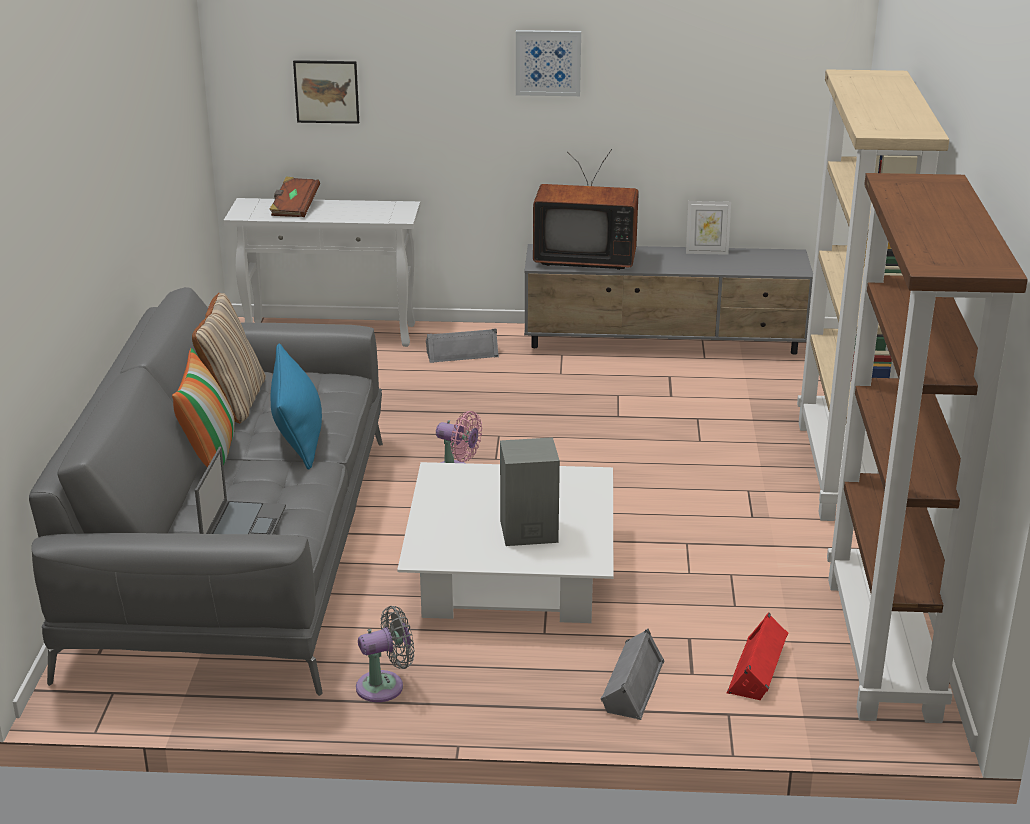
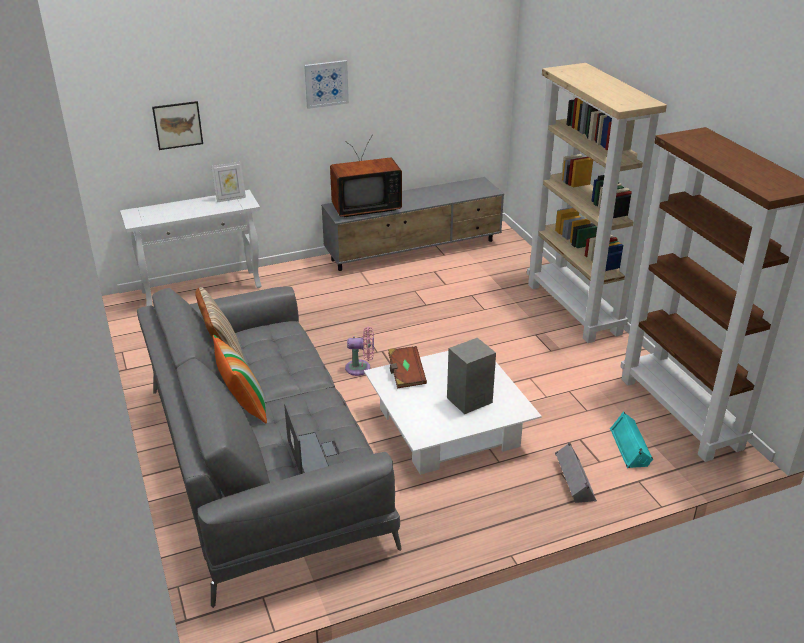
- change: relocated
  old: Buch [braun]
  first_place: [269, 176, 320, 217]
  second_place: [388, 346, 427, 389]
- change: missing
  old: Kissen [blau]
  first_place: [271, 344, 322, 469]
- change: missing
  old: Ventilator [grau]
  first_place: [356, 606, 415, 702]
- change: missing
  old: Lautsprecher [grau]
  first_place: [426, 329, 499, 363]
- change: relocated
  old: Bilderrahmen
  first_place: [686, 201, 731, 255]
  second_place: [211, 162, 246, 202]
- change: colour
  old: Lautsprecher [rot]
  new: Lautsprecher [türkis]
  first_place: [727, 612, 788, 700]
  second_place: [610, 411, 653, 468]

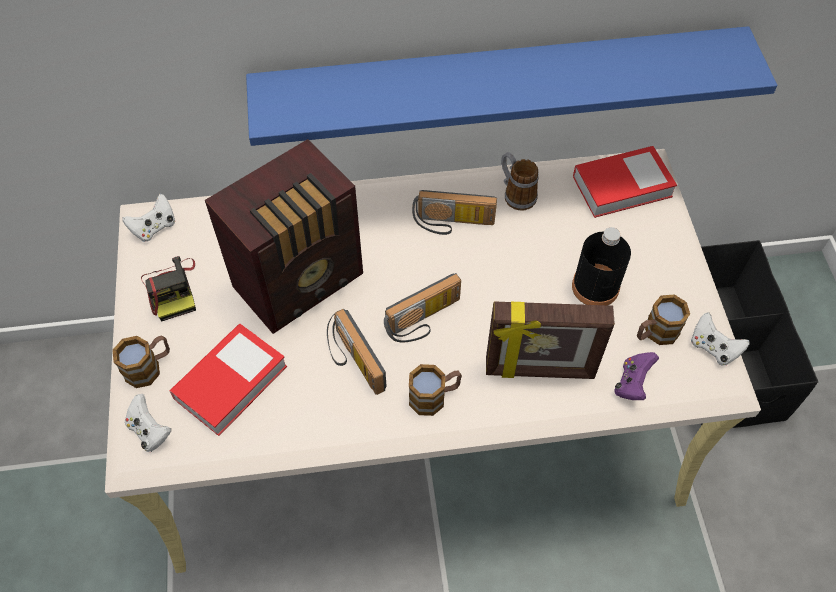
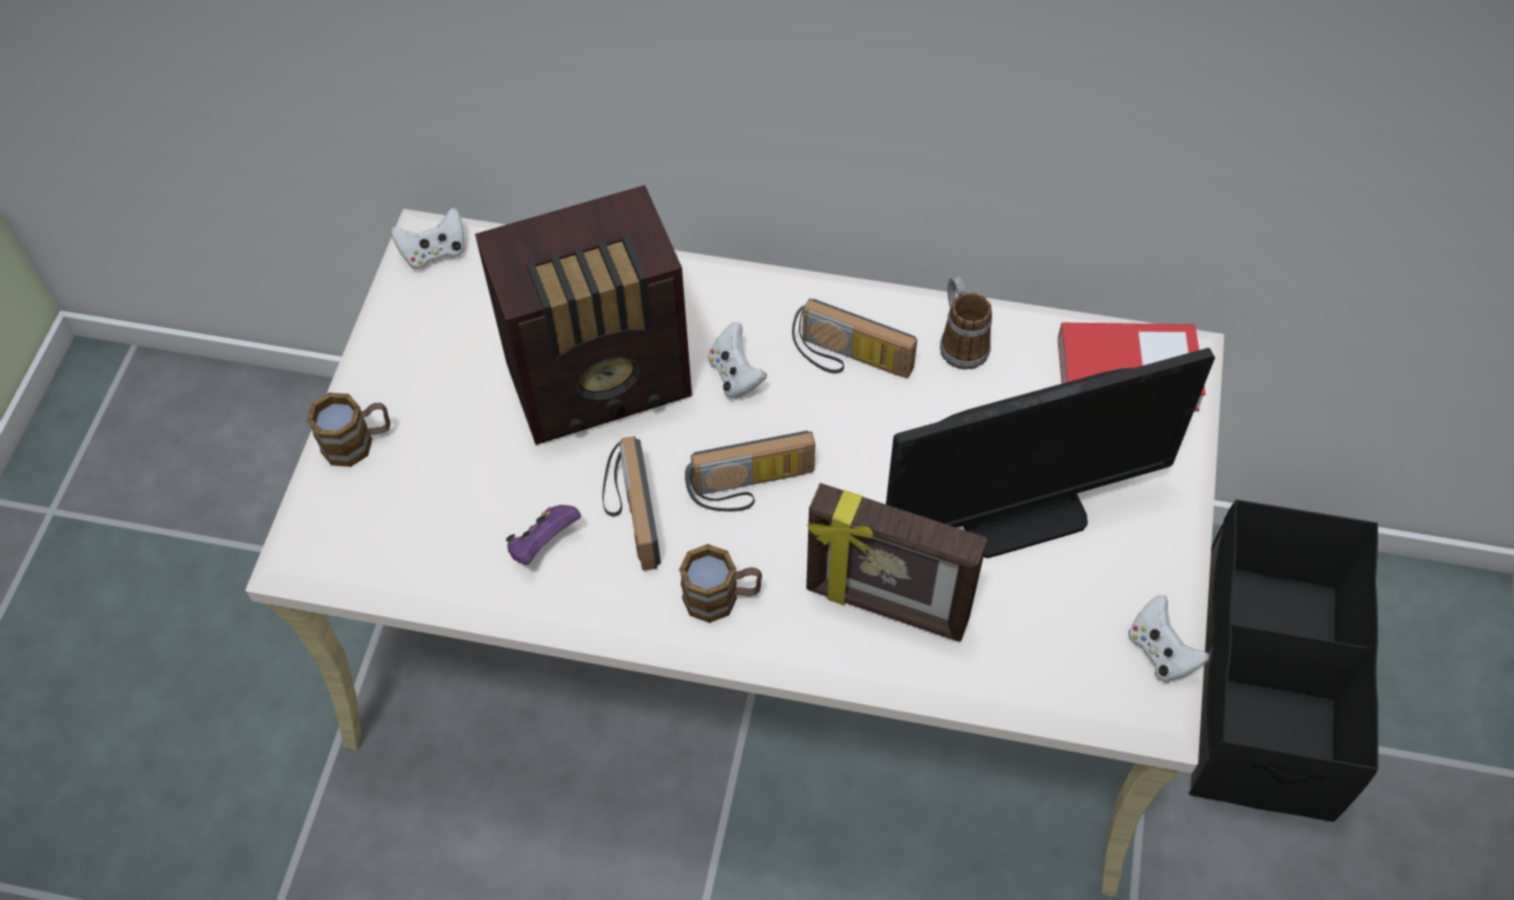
- change: relocated
  old: Gamepad [weiß]
  first_place: [125, 394, 171, 452]
  second_place: [708, 322, 767, 399]
- change: missing
  old: Kamera
  first_place: [141, 256, 196, 321]
- change: missing
  old: Buch
  first_place: [170, 323, 287, 436]
- change: missing
  old: Wandregal [blau]
  first_place: [246, 26, 777, 146]
- change: exchanged
  old: Flasche [schwarz]
  new: Monitor
  first_place: [572, 227, 631, 305]
  second_place: [886, 348, 1215, 558]
- change: relocated
  old: Gamepad [lila]
  first_place: [614, 352, 659, 400]
  second_place: [506, 505, 581, 565]
- change: missing
  old: Henkelbecher
  first_place: [637, 294, 690, 345]

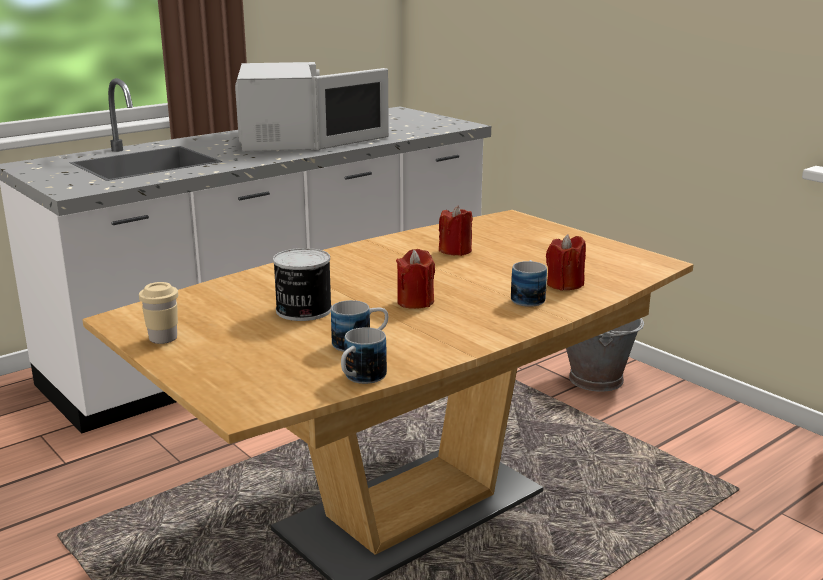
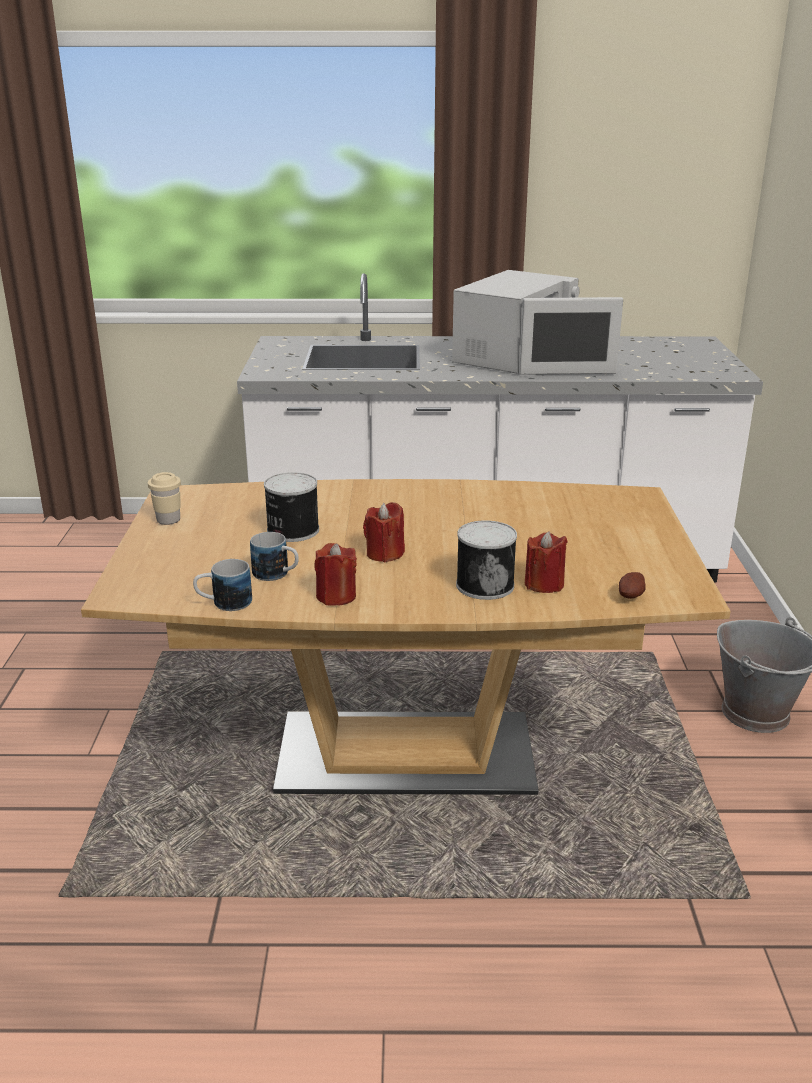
- change: relocated
  old: Kerze [rot]
  first_place: [439, 205, 473, 256]
  second_place: [314, 543, 357, 606]
- change: exchanged
  old: Henkelbecher
  new: Dose
  first_place: [511, 260, 547, 307]
  second_place: [456, 520, 517, 600]
- change: appeared
  new: Kartoffel
  second_place: [619, 572, 646, 599]

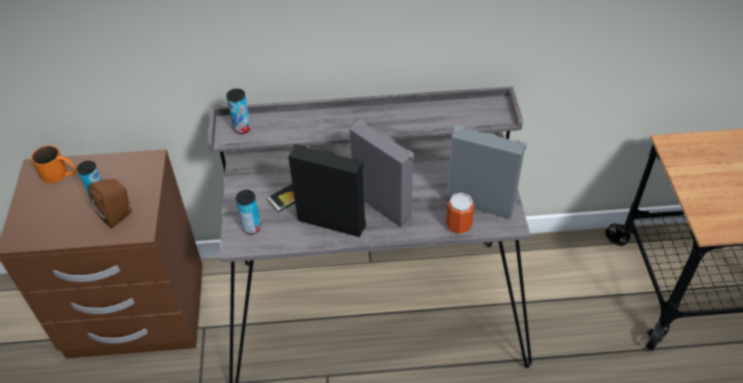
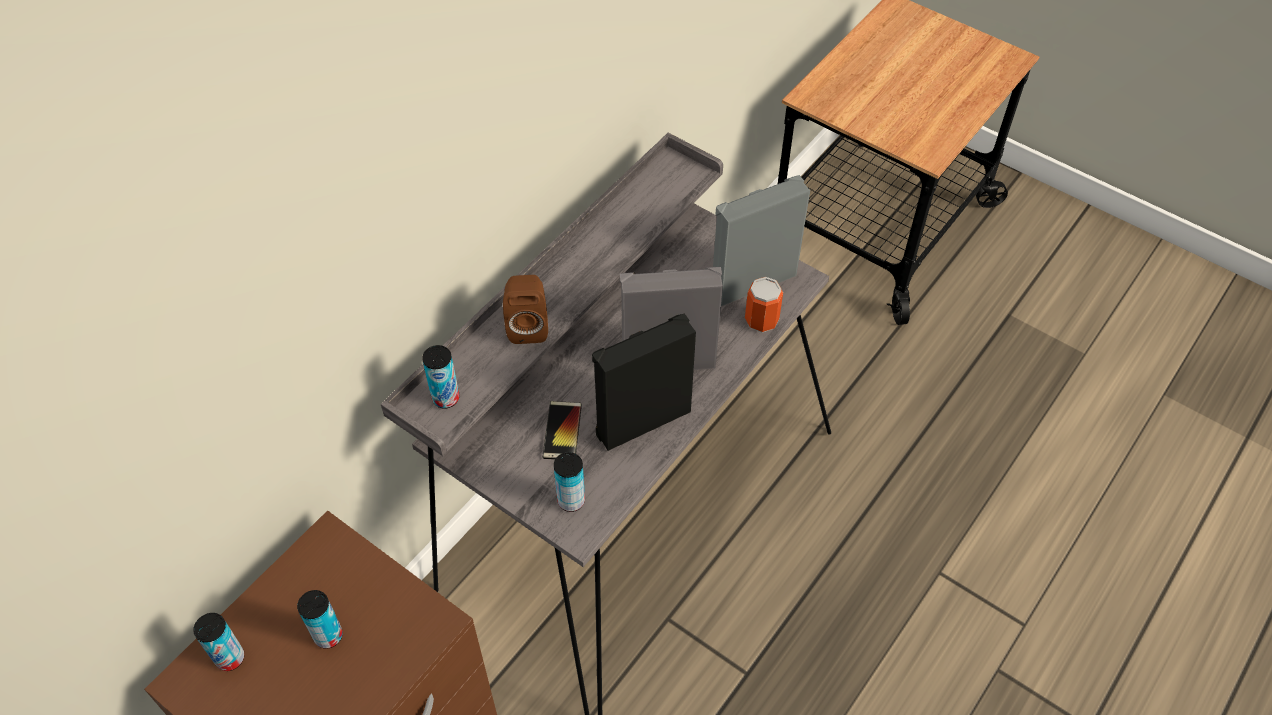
- change: exchanged
  old: Henkelbecher [orange]
  new: Dose
  first_place: [31, 145, 77, 183]
  second_place: [193, 613, 244, 671]
- change: relocated
  old: Lautsprecher [braun]
  first_place: [89, 179, 132, 228]
  second_place: [503, 275, 548, 344]

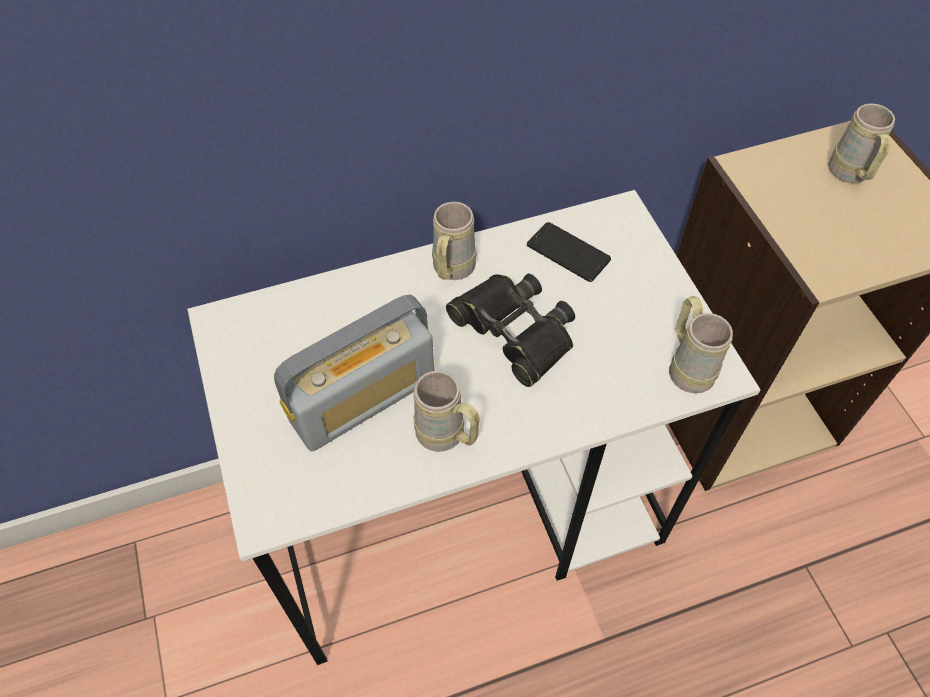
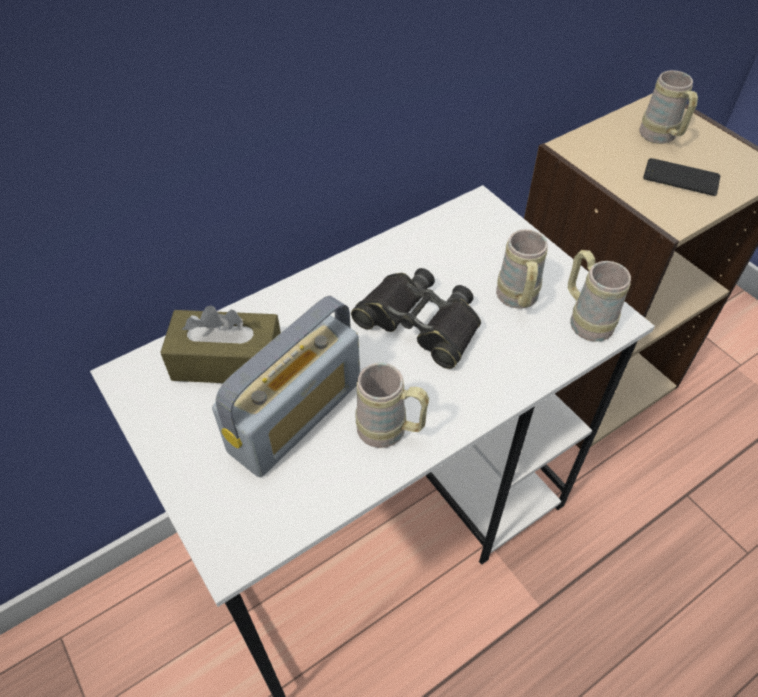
- change: relocated
  old: Henkelbecher [beige]
  first_place: [432, 202, 476, 280]
  second_place: [496, 229, 548, 309]
- change: relocated
  old: Handy
  first_place: [527, 222, 611, 282]
  second_place: [643, 158, 720, 196]
- change: appeared
  new: Taschentuchbox [braun]
  second_place: [160, 305, 281, 383]

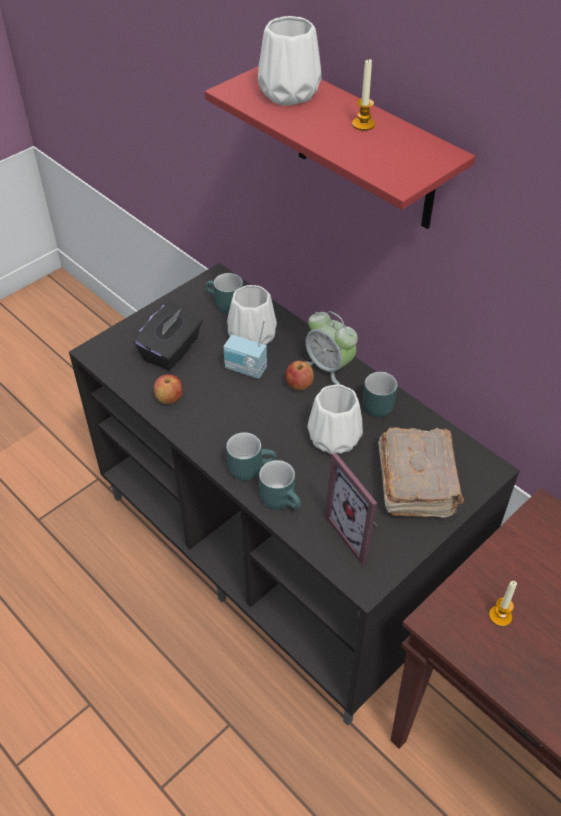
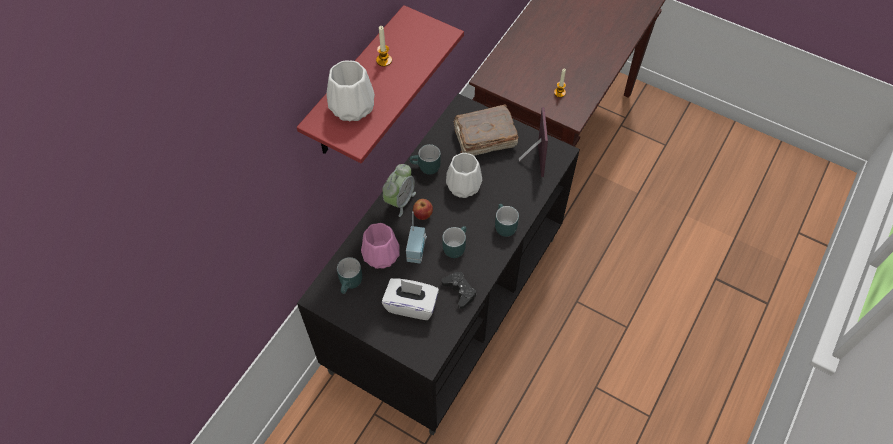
- change: colour
  old: Taschentuchbox [schwarz]
  new: Taschentuchbox [weiß]
  first_place: [134, 301, 202, 370]
  second_place: [382, 278, 439, 320]
- change: exchanged
  old: Apfel
  new: Gamepad [schwarz]
  first_place: [154, 374, 183, 404]
  second_place: [442, 272, 476, 309]
- change: colour
  old: Vase [weiß]
  new: Vase [rosa]
  first_place: [227, 285, 277, 345]
  second_place: [361, 223, 399, 269]
- change: relocated
  old: Henkelbecher [türkis]
  first_place: [259, 460, 301, 510]
  second_place: [442, 226, 467, 258]
- change: spun
  old: Bilderrahmen
  first_place: [325, 453, 377, 566]
  second_place: [519, 107, 548, 177]
  degrees: -45

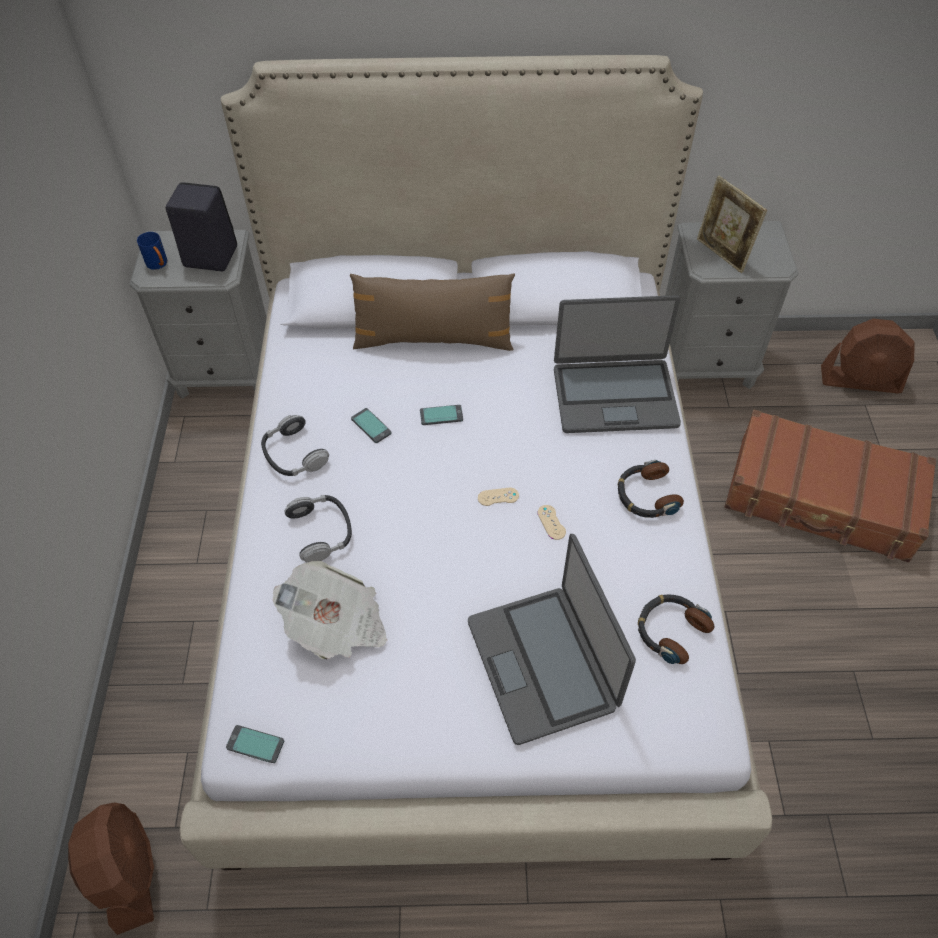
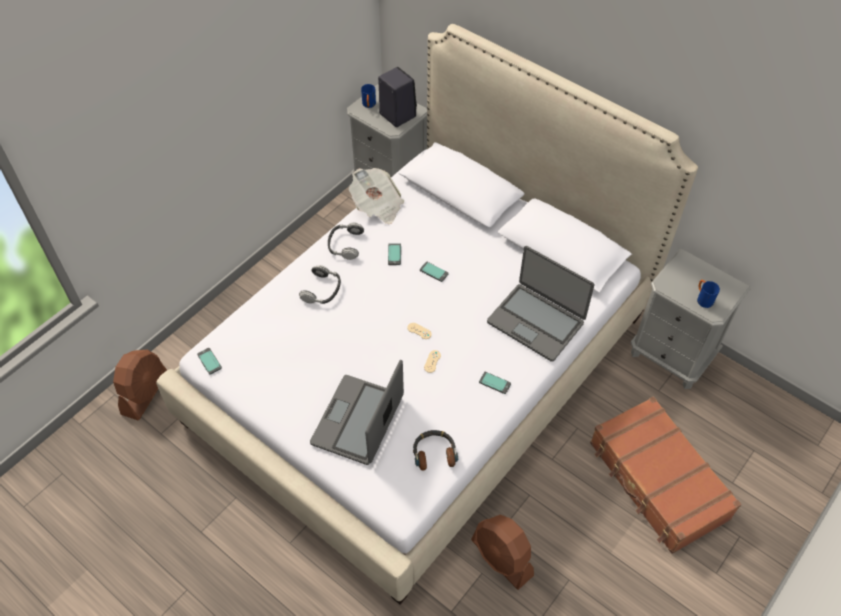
- change: relocated
  old: Zeitung
  first_place: [273, 561, 387, 660]
  second_place: [349, 168, 404, 224]
- change: missing
  old: Kissen [braun]
  first_place: [350, 273, 515, 351]
- change: exchanged
  old: Kopfhörer
  new: Handy
  first_place: [618, 460, 684, 518]
  second_place: [479, 372, 511, 394]
- change: missing
  old: Bilderrahmen
  first_place: [697, 176, 767, 273]
- change: relocated
  old: Ventilator [braun]
  first_place: [821, 319, 915, 393]
  second_place: [471, 515, 534, 590]
- change: appeared
  new: Henkelbecher [blau]
  second_place: [697, 280, 720, 308]

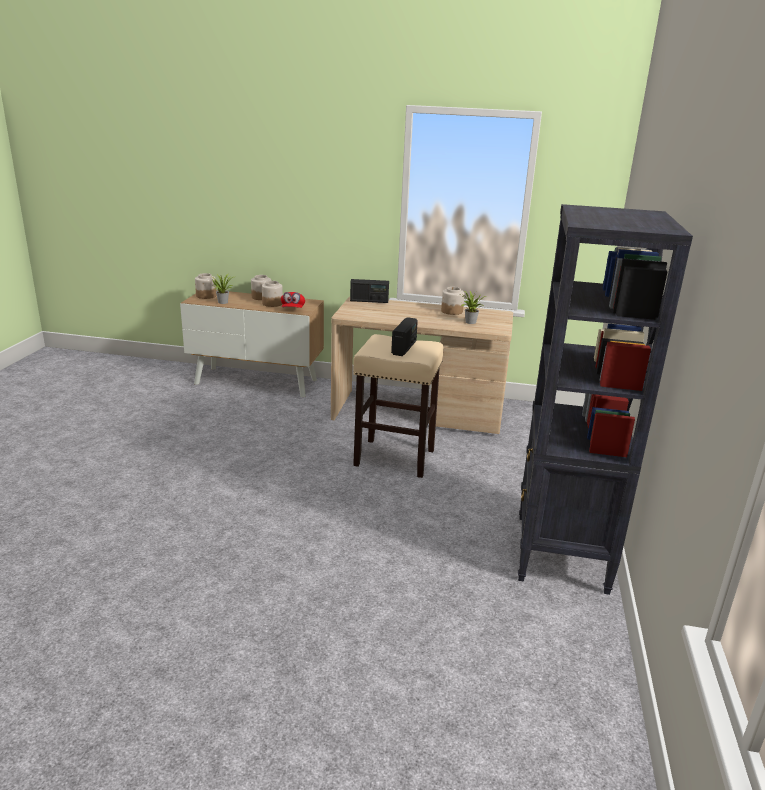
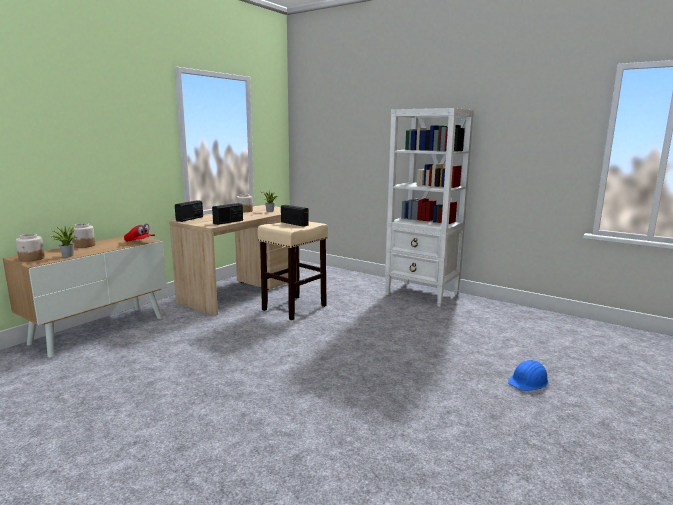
- change: missing
  old: Vorratsglas
  first_place: [262, 281, 283, 307]
- change: colour
  old: Bücherregal [schwarz]
  new: Bücherregal [weiß]
  first_place: [518, 204, 693, 595]
  second_place: [385, 108, 474, 307]
- change: appeared
  new: Radio
  second_place: [212, 203, 243, 225]
- change: appeared
  new: Schutzhelm [blau]
  second_place: [508, 360, 549, 391]

